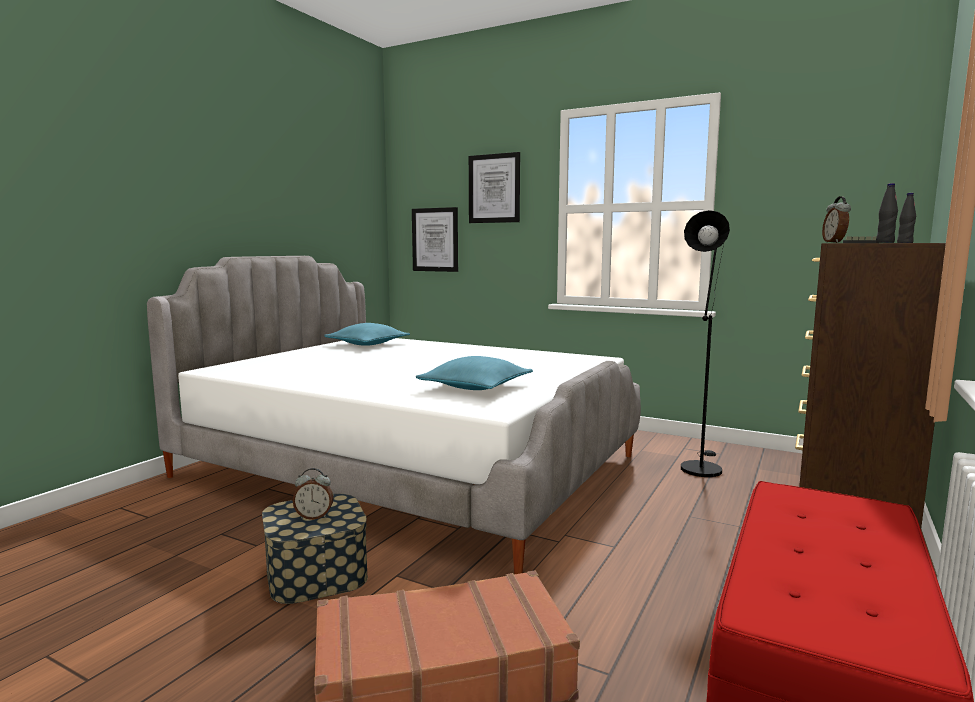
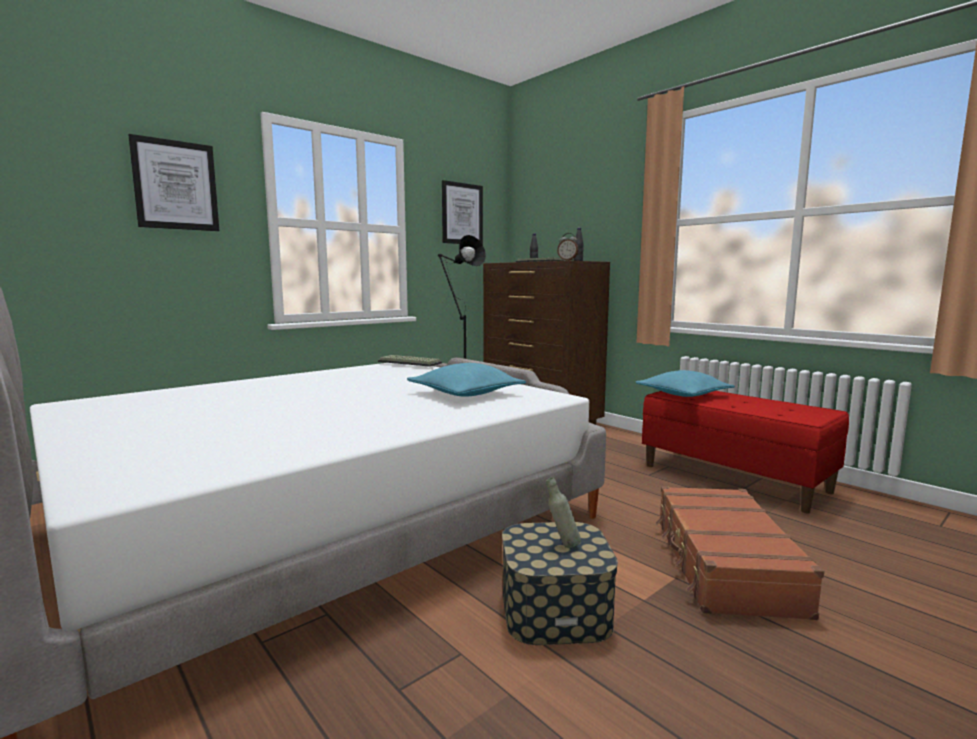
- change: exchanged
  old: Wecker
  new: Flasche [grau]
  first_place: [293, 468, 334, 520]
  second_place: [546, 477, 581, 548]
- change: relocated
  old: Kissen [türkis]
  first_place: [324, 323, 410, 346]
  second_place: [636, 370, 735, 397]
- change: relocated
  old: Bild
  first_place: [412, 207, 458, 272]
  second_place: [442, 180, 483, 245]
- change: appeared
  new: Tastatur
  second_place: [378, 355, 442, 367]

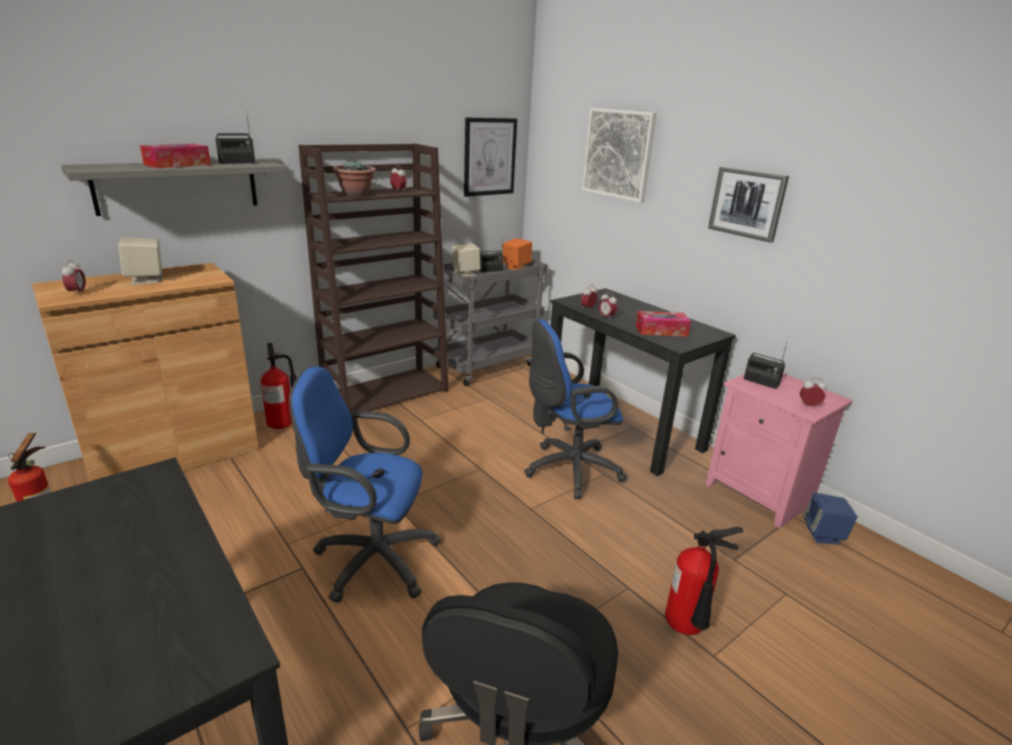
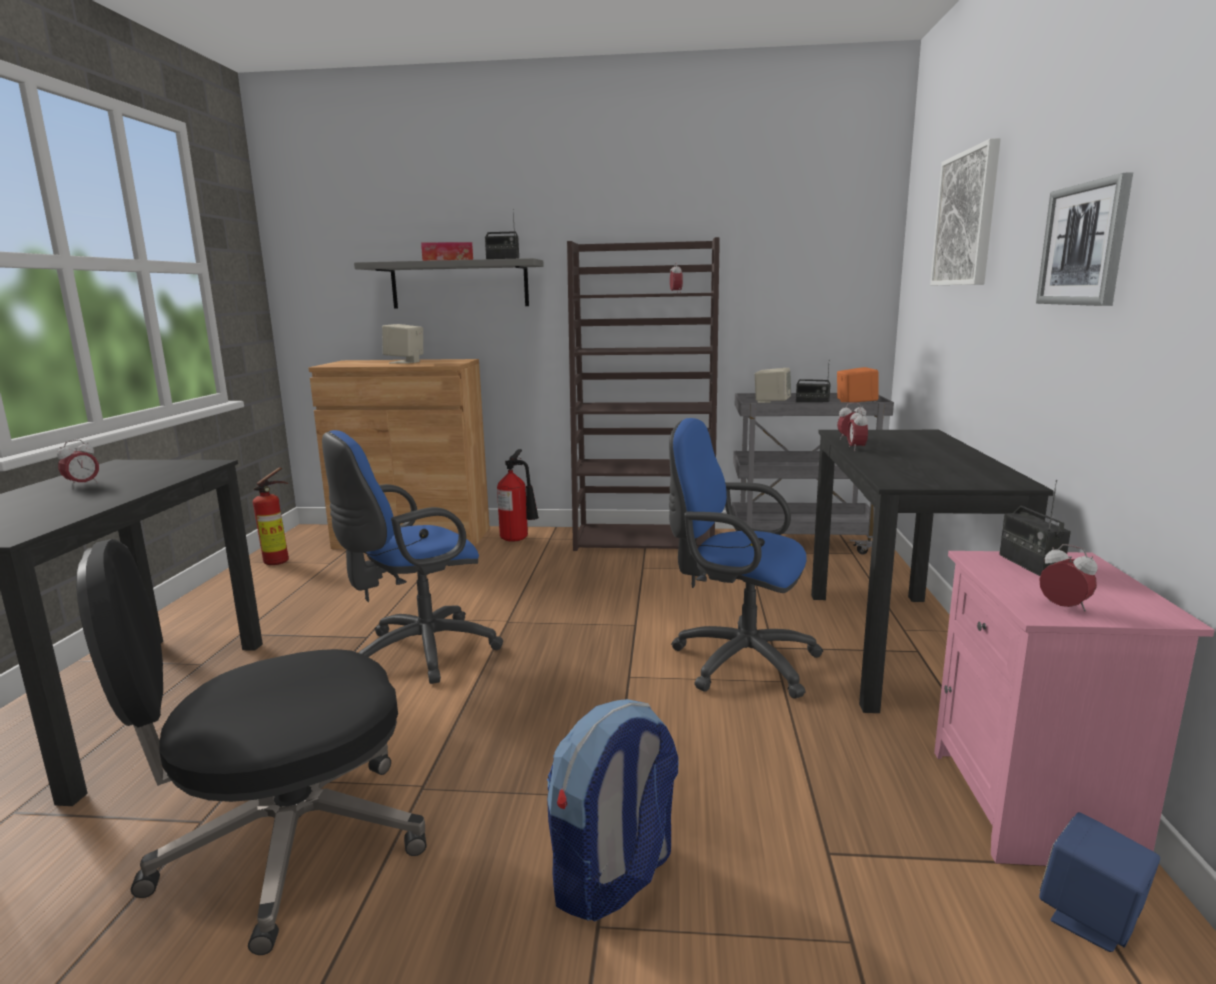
- change: relocated
  old: Wecker
  first_place: [62, 260, 86, 296]
  second_place: [57, 440, 99, 488]
- change: spun
  old: Bürostuhl [blau]
  first_place: [289, 366, 441, 603]
  second_place: [322, 430, 503, 684]
  degrees: -90
- change: missing
  old: Topfpflanze
  first_place: [333, 160, 376, 197]
- change: missing
  old: Bild
  first_place: [464, 118, 517, 197]
- change: missing
  old: Taschentuchbox
  first_place: [636, 311, 691, 337]
- change: exchanged
  old: Feuerlöscher
  new: Rucksack
  first_place: [665, 527, 743, 635]
  second_place: [547, 699, 678, 922]

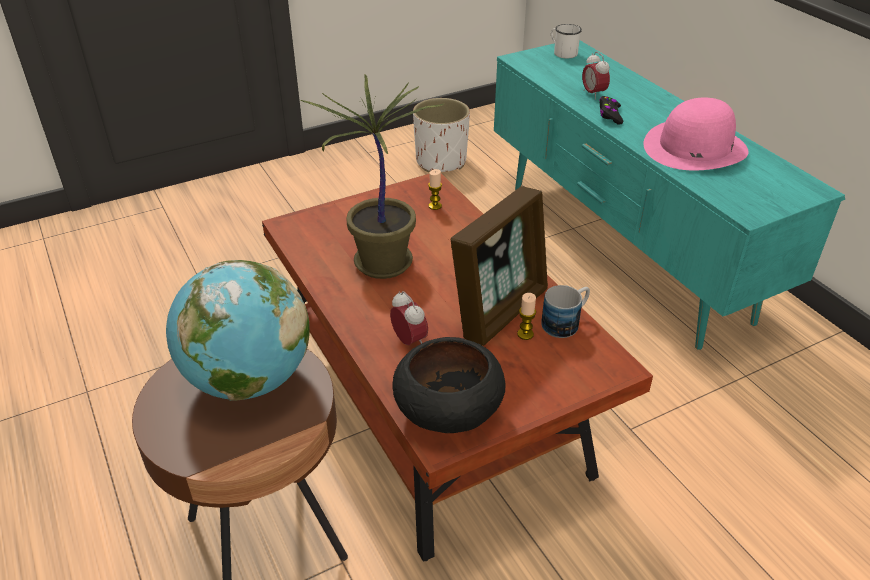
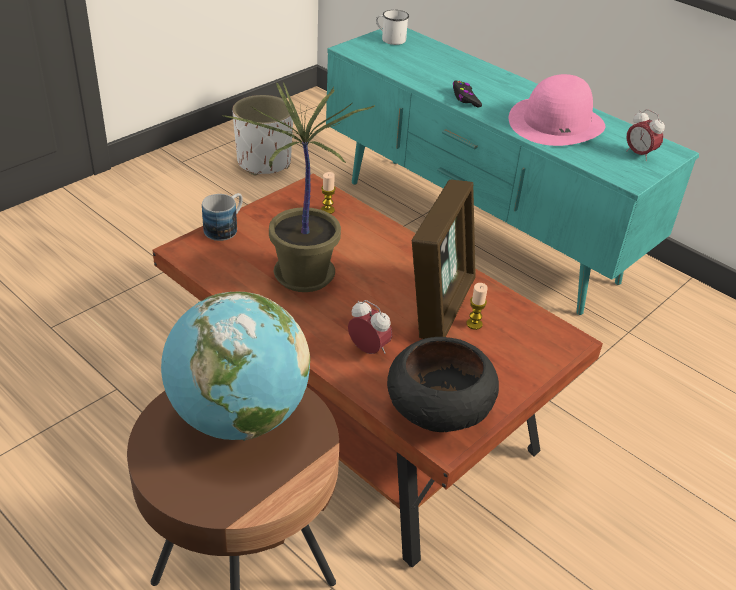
- change: relocated
  old: Henkelbecher
  first_place: [541, 285, 590, 338]
  second_place: [202, 193, 243, 241]
- change: relocated
  old: Wecker
  first_place: [582, 52, 610, 100]
  second_place: [626, 109, 665, 162]

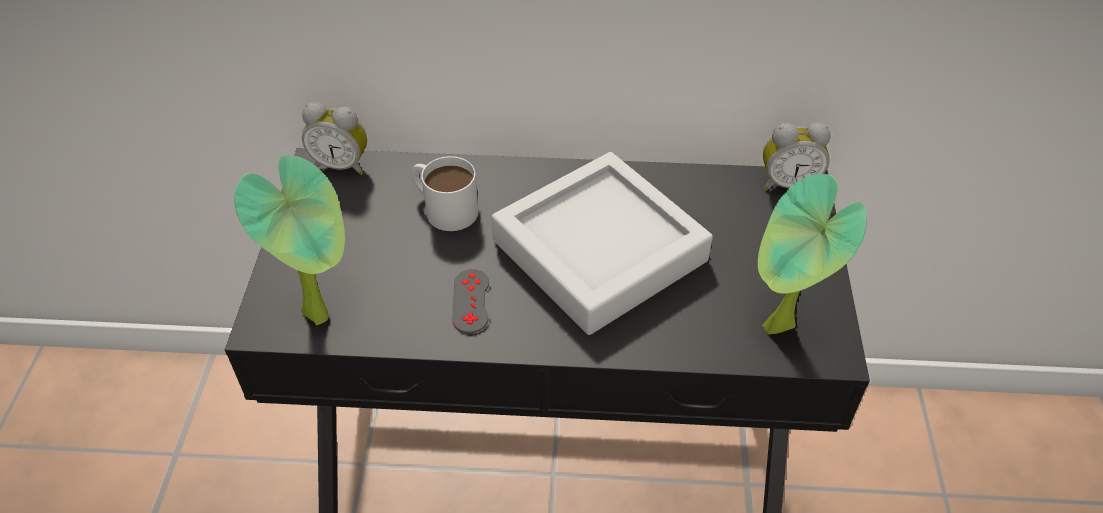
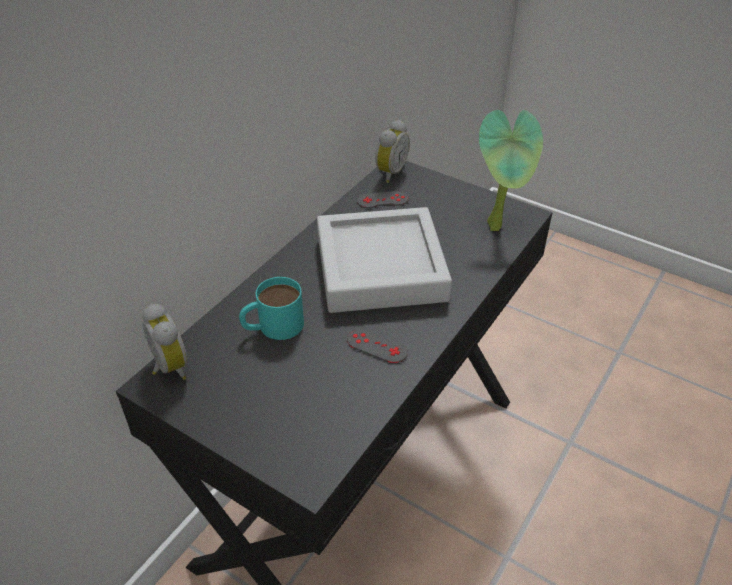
- change: missing
  old: Topfpflanze
  first_place: [234, 155, 345, 325]
- change: spun
  old: Wecker
  first_place: [302, 102, 368, 175]
  second_place: [142, 303, 188, 380]
  degrees: -75
- change: colour
  old: Henkelbecher [weiß]
  new: Henkelbecher [türkis]
  first_place: [411, 156, 478, 231]
  second_place: [239, 277, 304, 340]
- change: appeared
  new: Gamepad [grau]
  second_place: [357, 191, 409, 208]

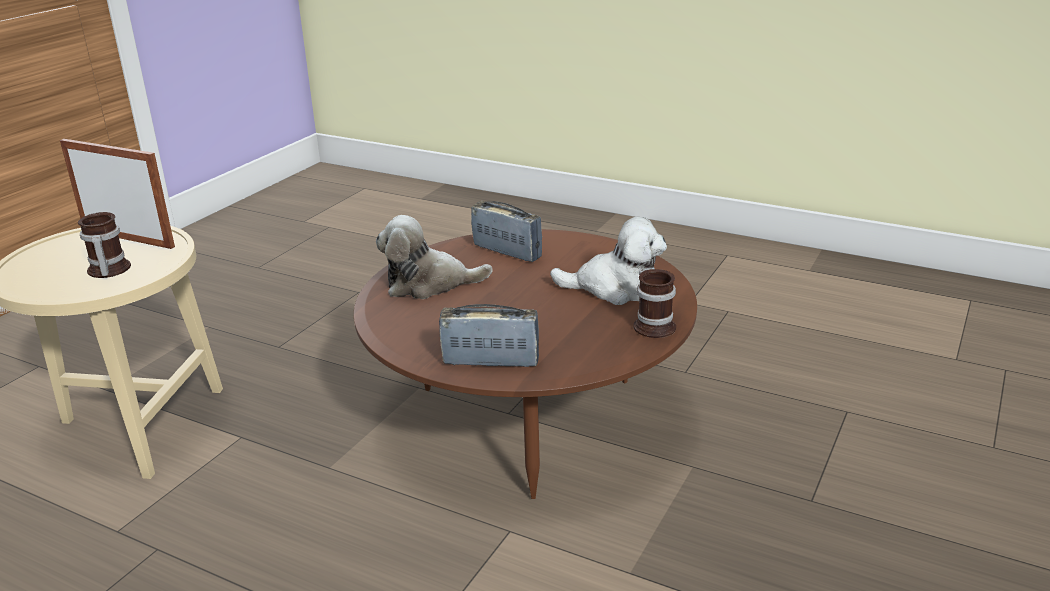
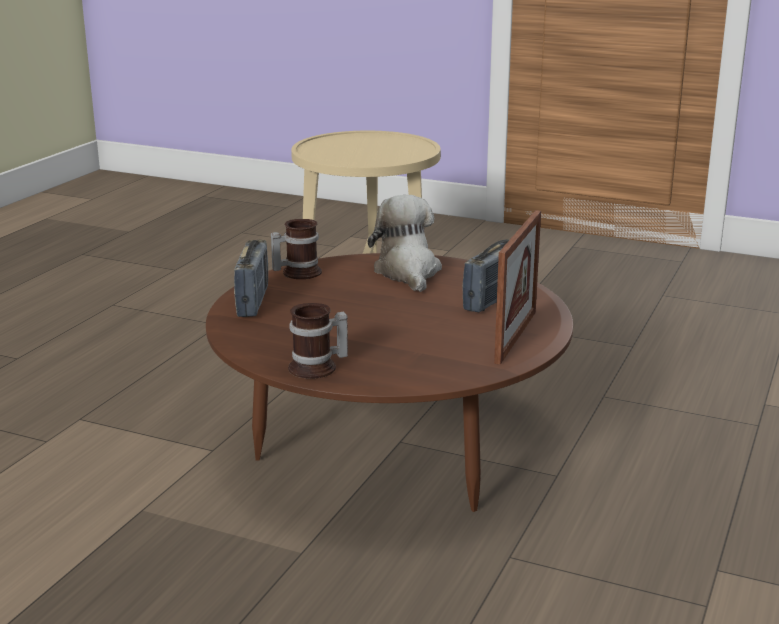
- change: relocated
  old: Bilderrahmen
  first_place: [60, 139, 175, 249]
  second_place: [494, 210, 541, 365]
- change: relocated
  old: Henkelbecher
  first_place: [78, 212, 131, 278]
  second_place: [271, 219, 322, 279]
- change: missing
  old: Plüschtier
  first_place: [550, 217, 667, 305]

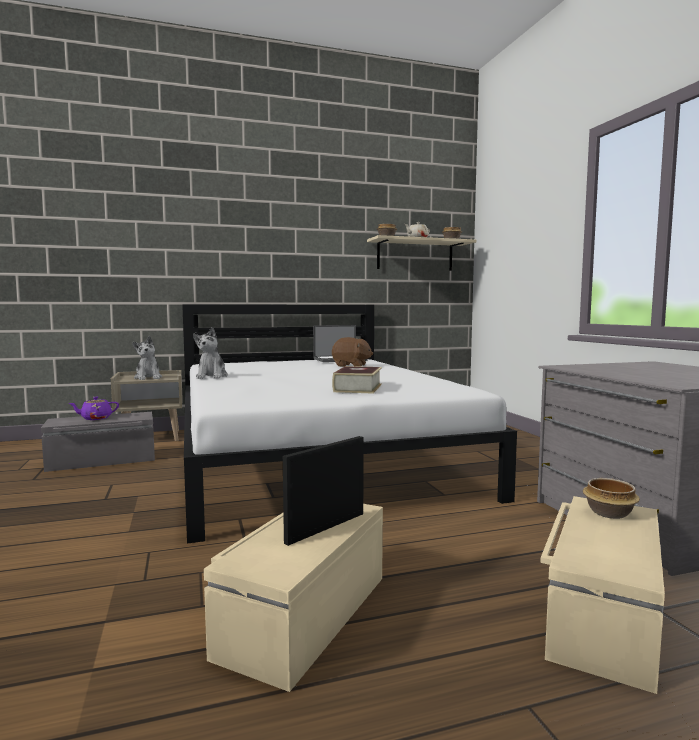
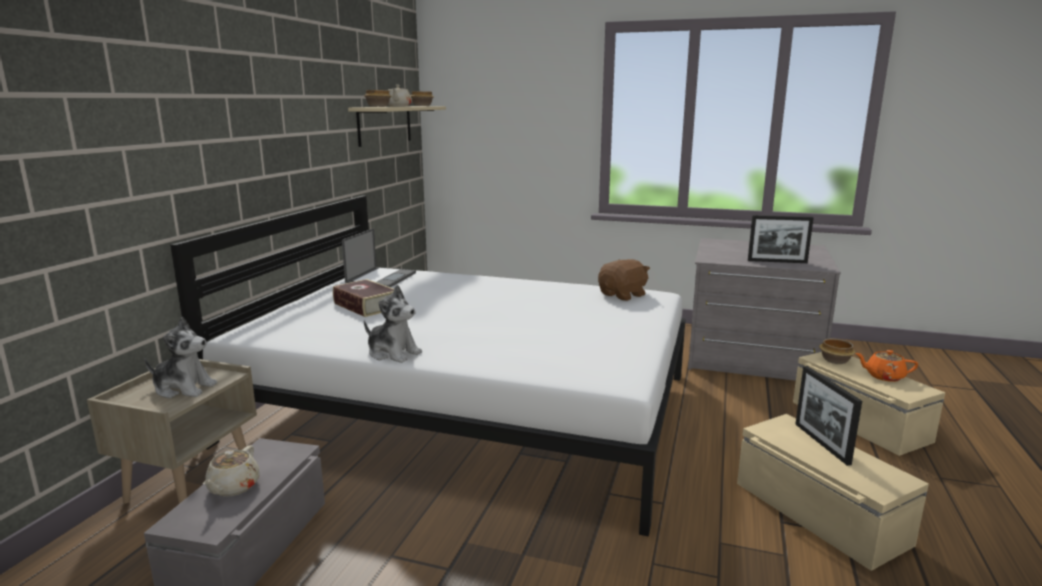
- change: colour
  old: Teekanne [lila]
  new: Teekanne [beige]
  first_place: [69, 397, 119, 420]
  second_place: [203, 445, 260, 496]
- change: relocated
  old: Plüschtier [braun]
  first_place: [332, 337, 374, 367]
  second_place: [598, 259, 650, 301]
- change: relocated
  old: Buch
  first_place: [332, 366, 382, 394]
  second_place: [333, 279, 394, 317]
- change: appeared
  new: Bilderrahmen
  second_place: [748, 215, 814, 263]
- change: appeared
  new: Teekanne [orange]
  second_place: [855, 350, 918, 382]

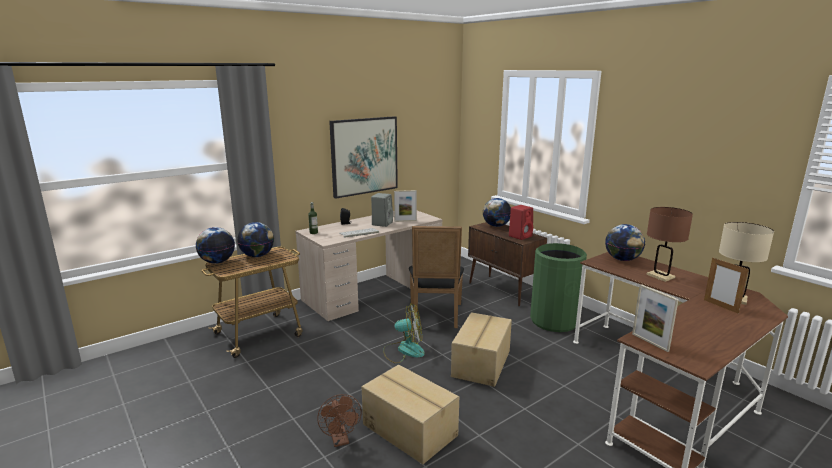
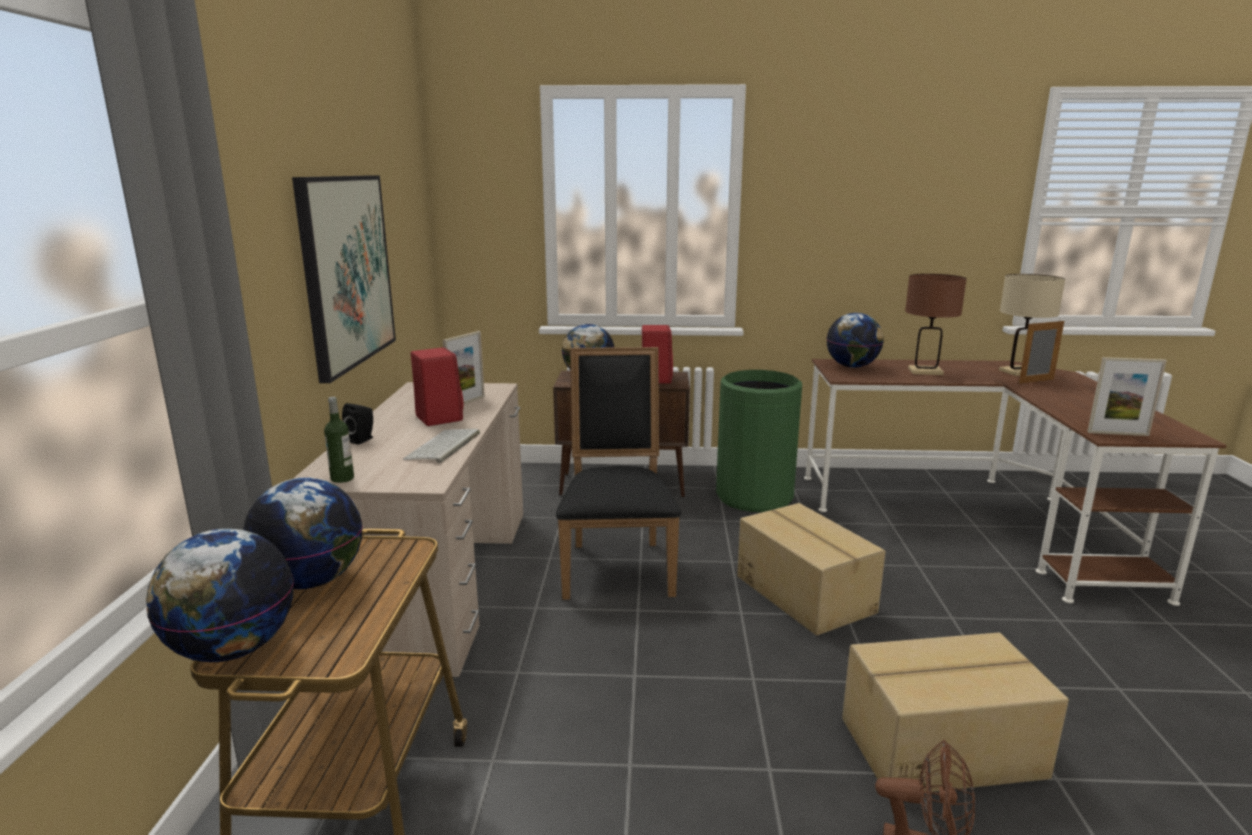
- change: colour
  old: Lautsprecher [grau]
  new: Lautsprecher [rot]
  first_place: [371, 193, 393, 227]
  second_place: [411, 347, 463, 426]
- change: missing
  old: Ventilator
  first_place: [383, 303, 425, 363]
- change: spun
  old: Stuhl [schwarz]
  first_place: [409, 226, 464, 328]
  second_place: [556, 347, 682, 600]
  degrees: -135
- change: spun
  old: Bilderrahmen
  first_place: [704, 258, 749, 314]
  second_place: [1018, 319, 1064, 384]
  degrees: 150

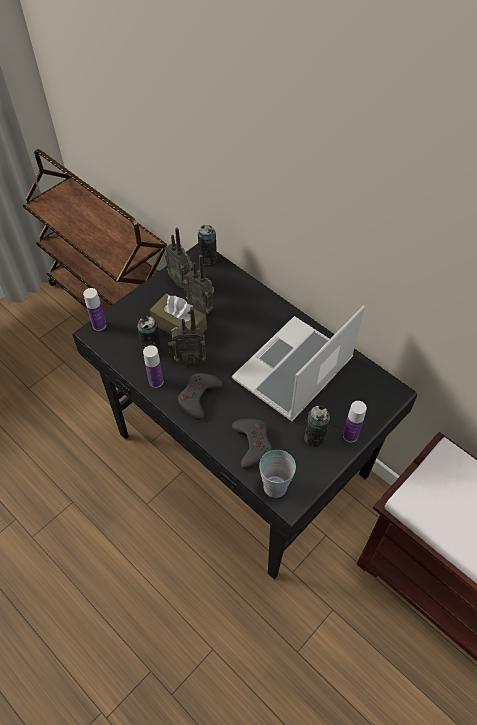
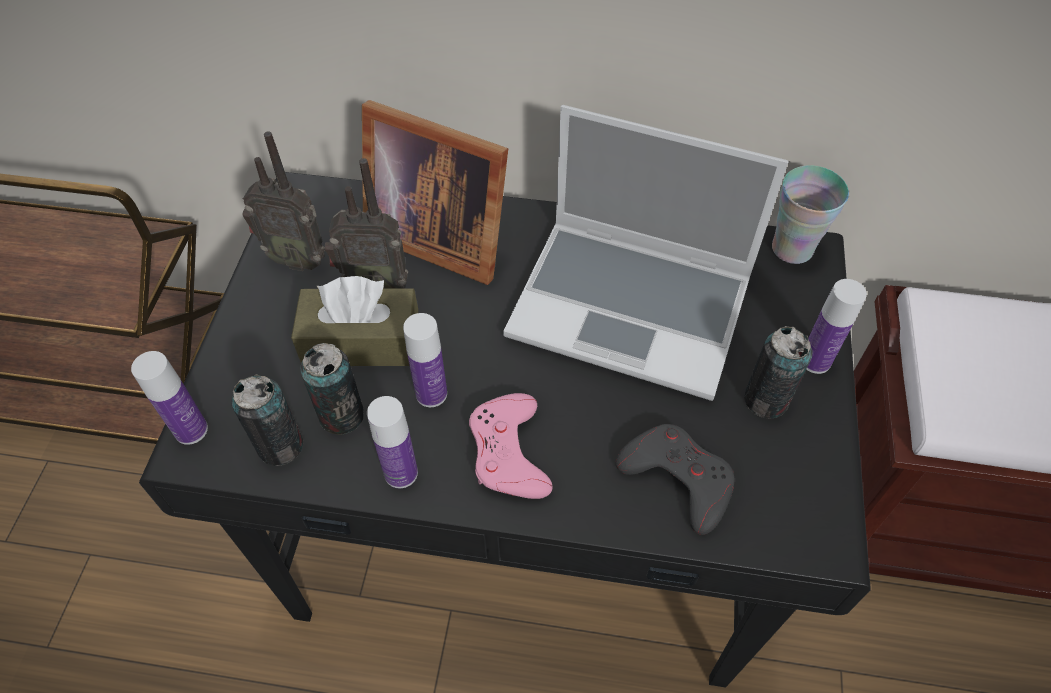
- change: exchanged
  old: Radio
  new: Flasche
  first_place: [168, 307, 206, 366]
  second_place: [403, 313, 447, 407]
- change: colour
  old: Gamepad [grau]
  new: Gamepad [rosa]
  first_place: [178, 373, 223, 420]
  second_place: [469, 393, 553, 499]
- change: relocated
  old: Dose
  first_place: [198, 225, 217, 265]
  second_place: [231, 374, 303, 466]
- change: spun
  old: Laptop
  first_place: [232, 306, 365, 421]
  second_place: [503, 105, 789, 401]
  degrees: -75
- change: relocated
  old: Tasse
  first_place: [259, 450, 296, 498]
  second_place: [772, 165, 849, 264]
- change: appeared
  new: Bilderrahmen
  second_place: [362, 100, 508, 285]

